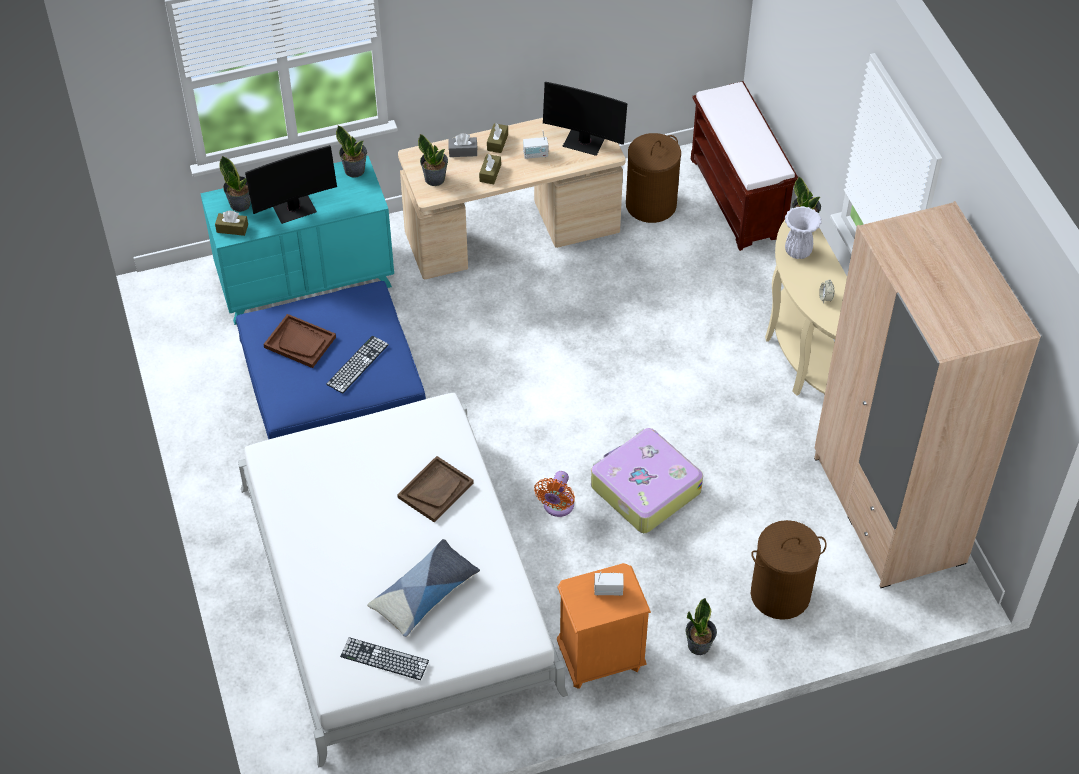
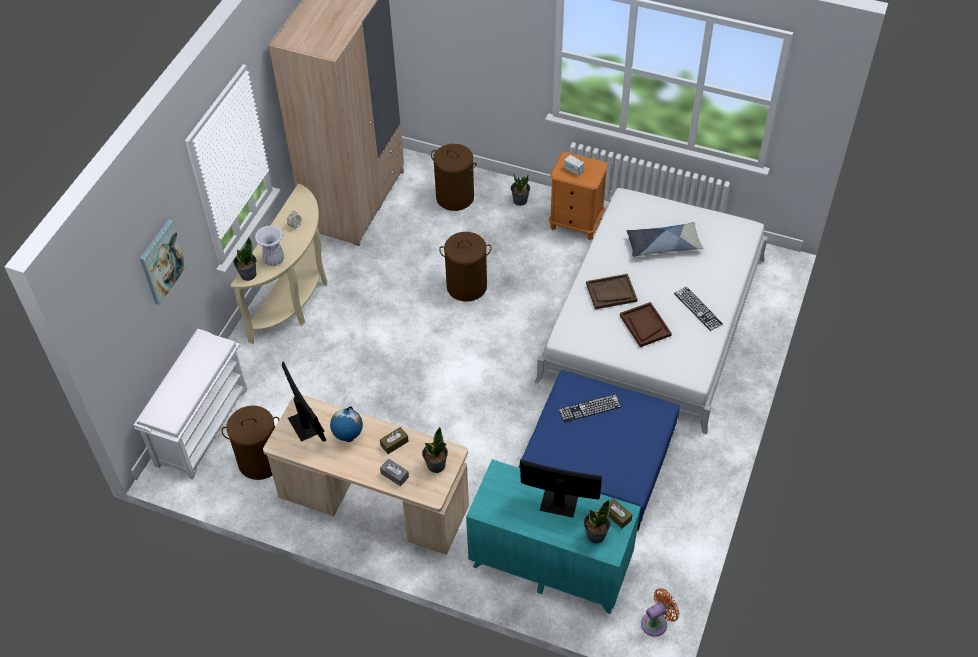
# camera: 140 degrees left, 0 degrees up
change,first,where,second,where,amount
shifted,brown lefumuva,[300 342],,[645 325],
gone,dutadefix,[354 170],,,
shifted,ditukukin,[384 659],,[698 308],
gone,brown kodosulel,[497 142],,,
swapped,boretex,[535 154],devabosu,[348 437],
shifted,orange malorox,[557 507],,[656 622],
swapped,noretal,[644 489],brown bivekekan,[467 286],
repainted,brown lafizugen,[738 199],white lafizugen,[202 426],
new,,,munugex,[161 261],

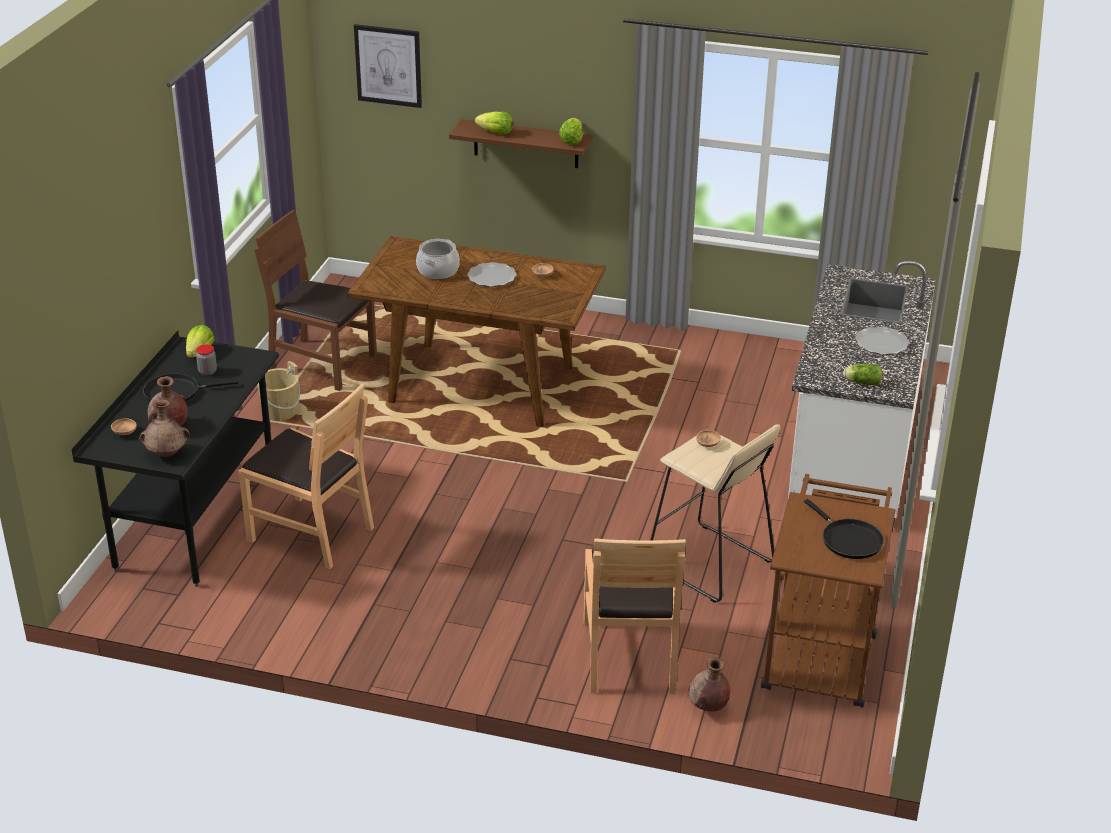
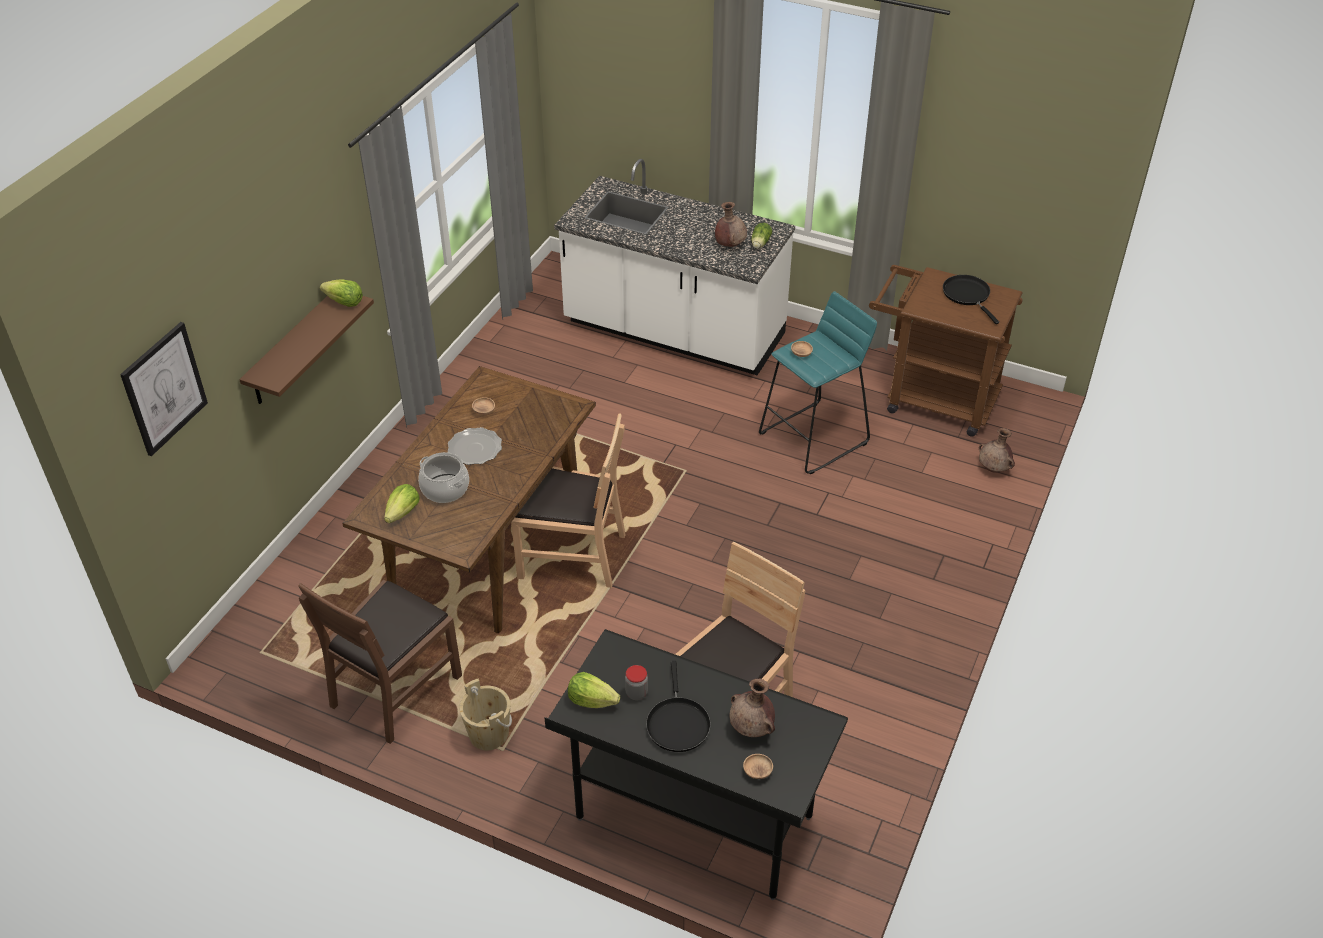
# camera: 80 degrees left, 10 degrees up
change,first,where,second,where,amount
shifted,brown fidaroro,[167 454],,[730 245],
shifted,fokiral,[496 133],,[403 513],
shifted,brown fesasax,[630 656],,[572 555],
repainted,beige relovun,[710 564],turquoise relovun,[814 438],
rotated,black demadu,[848 540],,[968 295],90 degrees counterclockwise
gone,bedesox,[881 343],,,

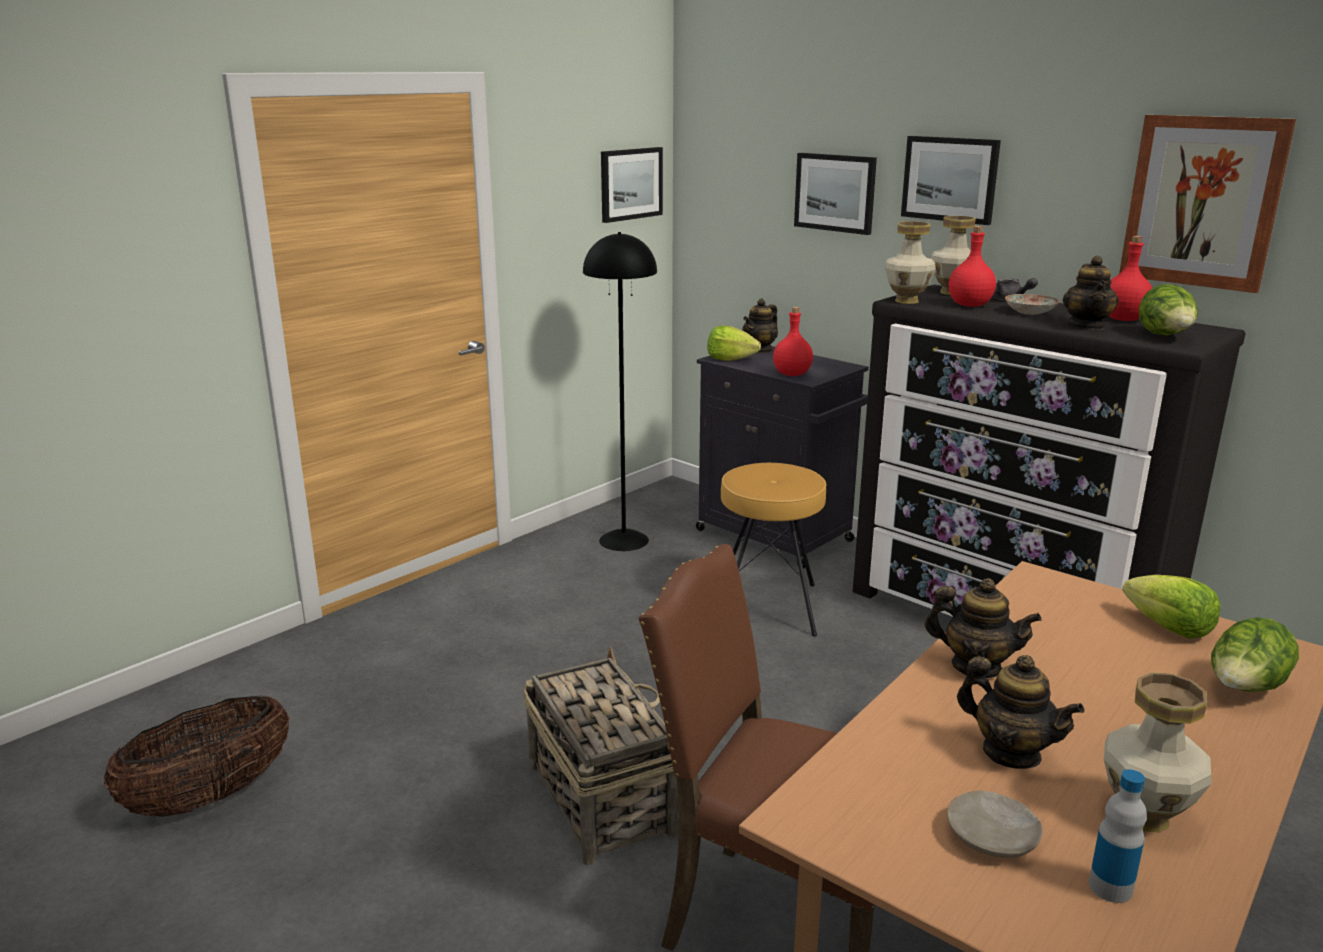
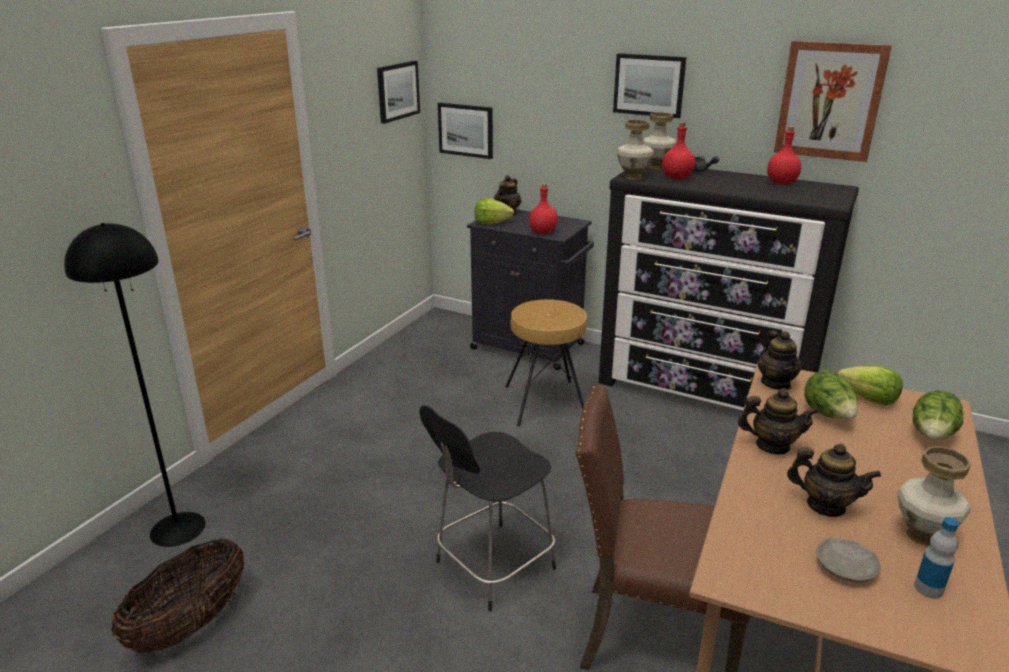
# camera: 15 degrees left, 5 degrees up
change,first,where,second,where,amount
swapped,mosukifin,[601 797],black relovun,[492 567],
shifted,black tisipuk,[624 540],,[178 528],
shifted,munugex,[835 192],,[466 130],
gone,bedesox,[1030 312],,,
shifted,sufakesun,[1086 326],,[776 383],
shifted,fokiral,[1165 336],,[828 415],

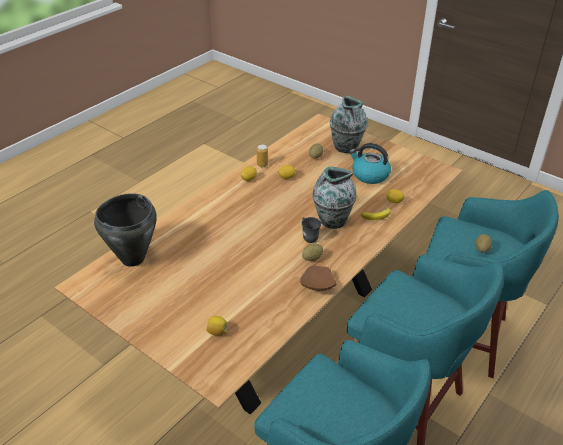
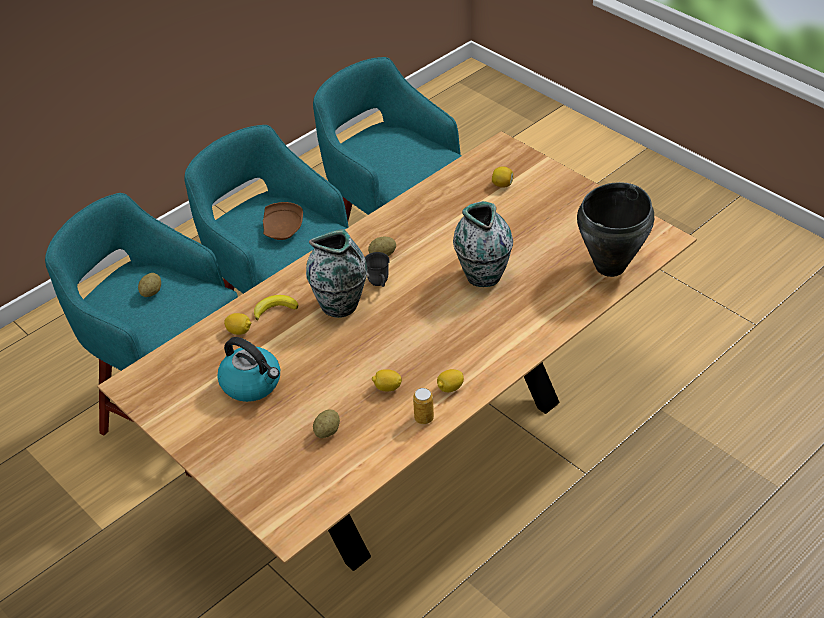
# camera: 170 degrees left, 5 degrees up
change,first,where,second,where,amount
shifted,brown bedesox,[317 285],,[283 229],
shifted,fidaroro,[346 147],,[483 274],

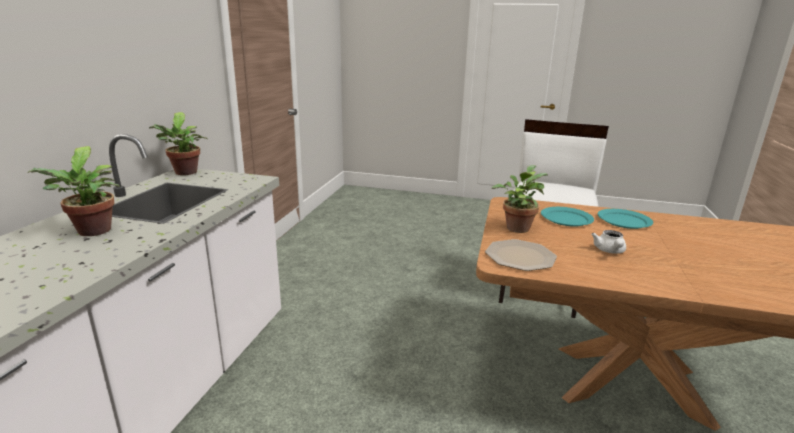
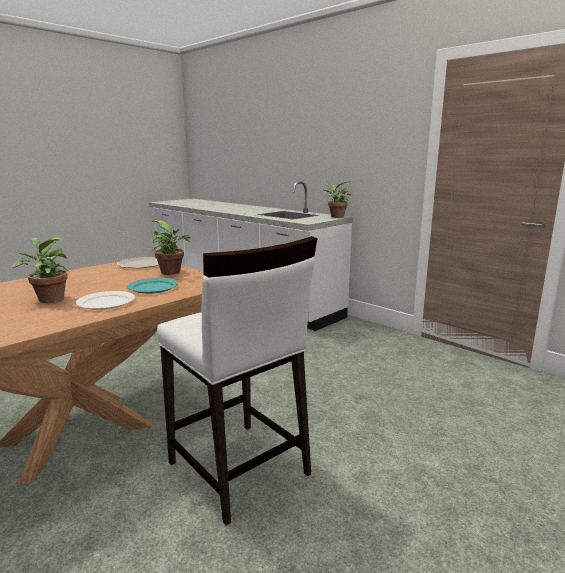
# camera: 120 degrees right, 5 degrees down
change,first,where,second,where,amount
shifted,dutadefix,[92 232],,[49 299],
gone,white sufakesun,[609 251],,,
repainted,turquoise bedesox,[624 221],white bedesox,[106 302],

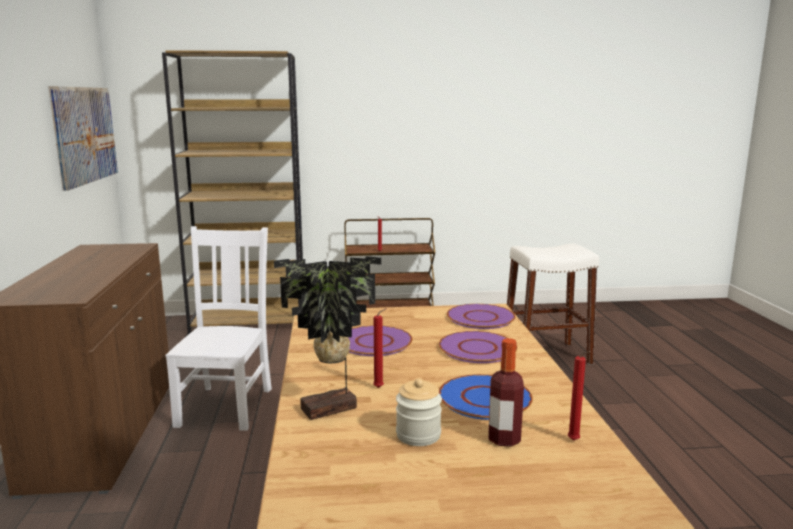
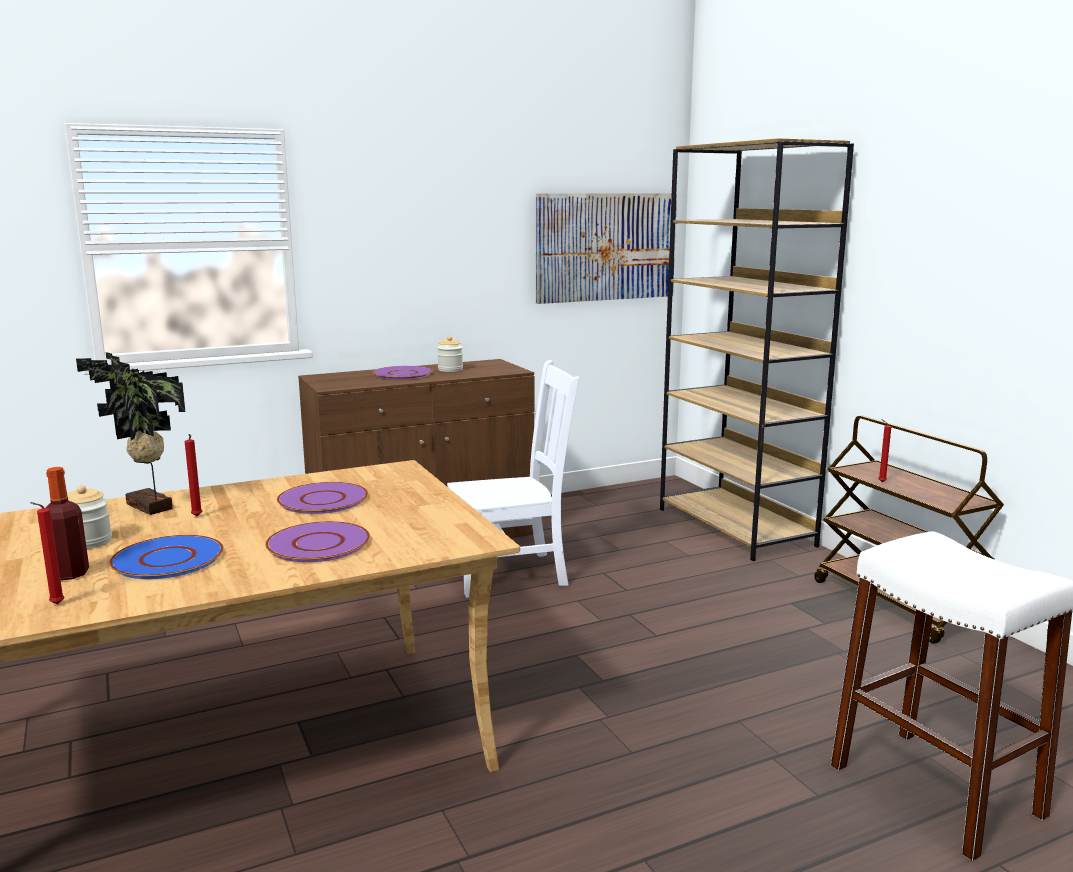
# camera: 70 degrees right, 0 degrees up
change,first,where,second,where,amount
shifted,purple bedesox,[480 317],,[403 374],
new,,,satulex,[450 370],

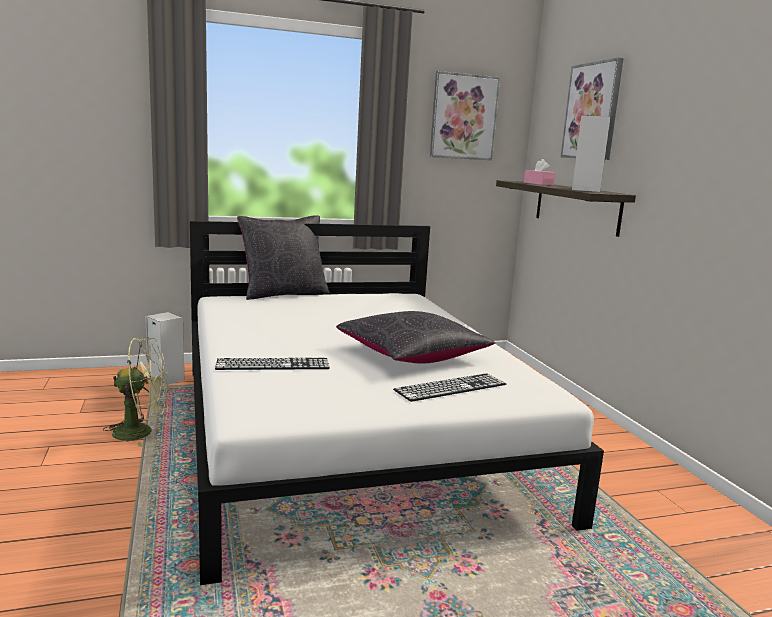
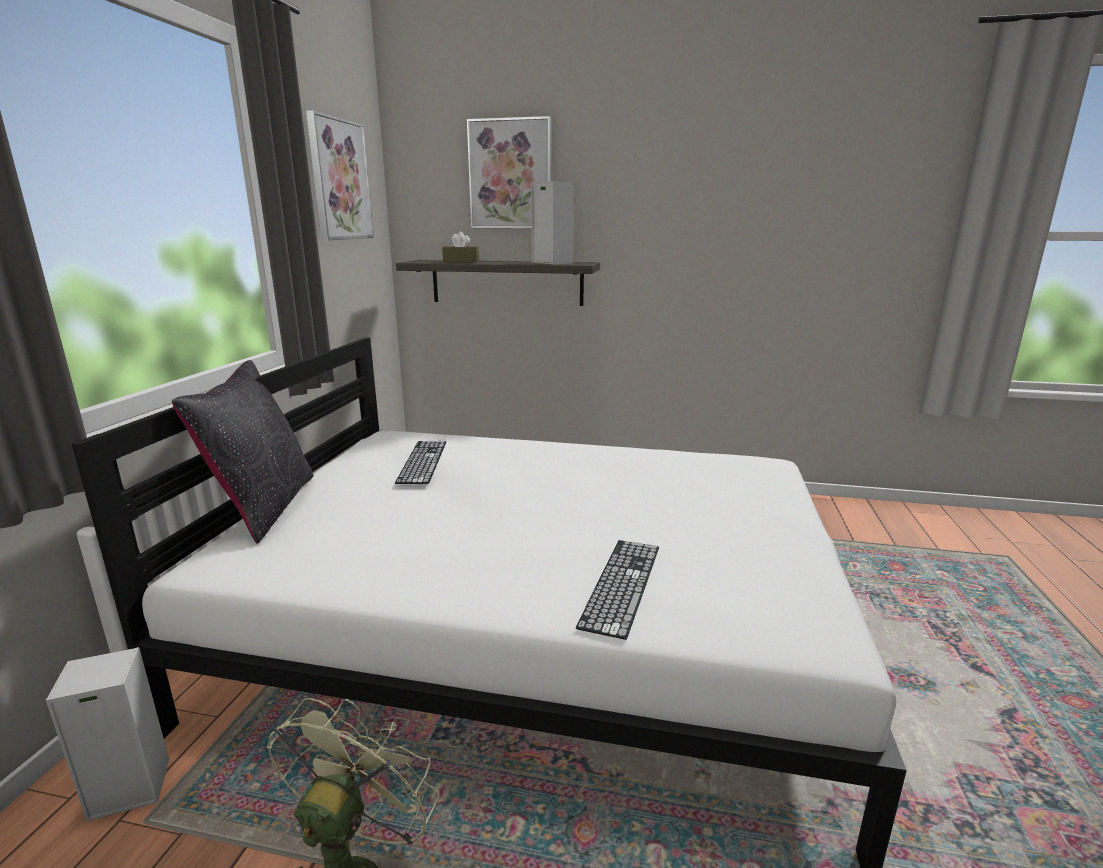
# camera: 60 degrees left, 5 degrees up
change,first,where,second,where,amount
gone,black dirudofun,[412 354],,,
shifted,ditukukin,[451 387],,[423 461],
repainted,pink kodosulel,[538 183],brown kodosulel,[461 261],

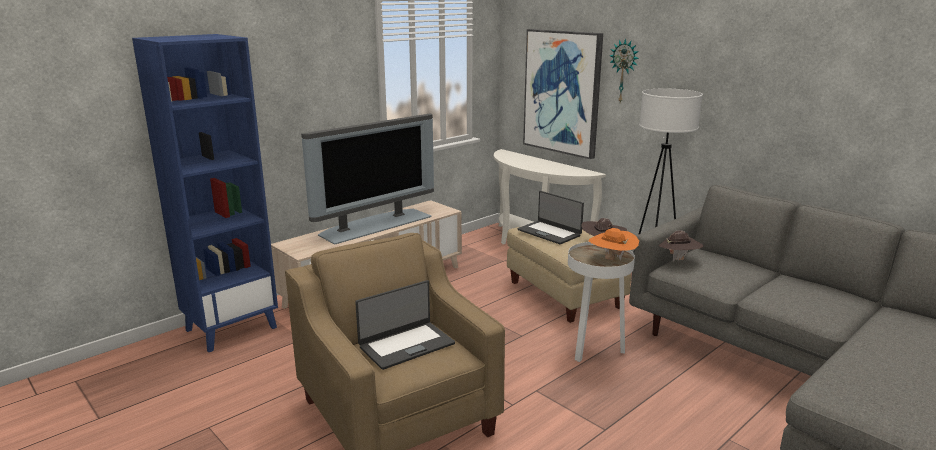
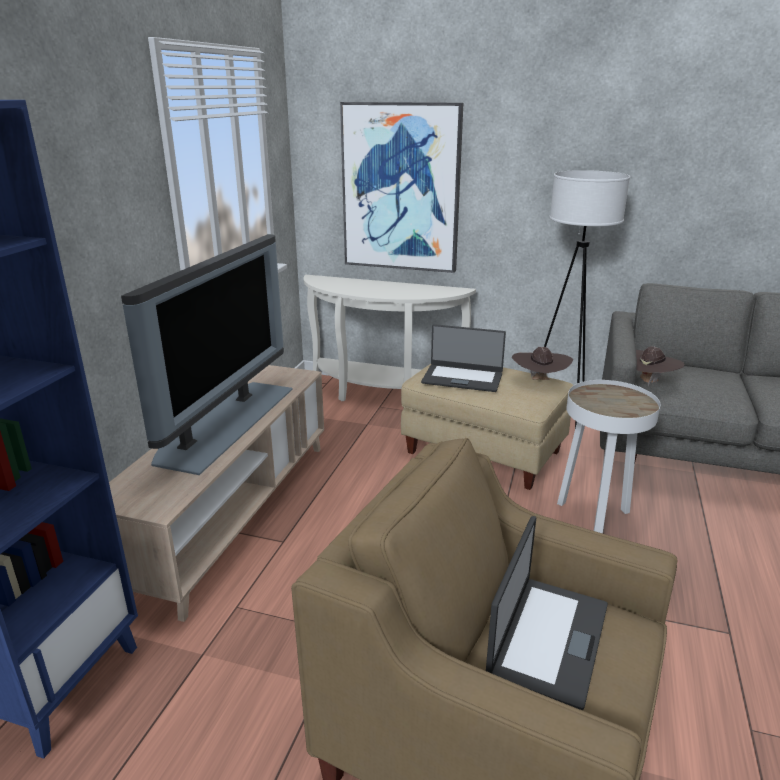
# camera: 30 degrees left, 5 degrees up
change,first,where,second,where,amount
gone,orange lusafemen,[611 259],,,
gone,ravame,[624 71],,,

